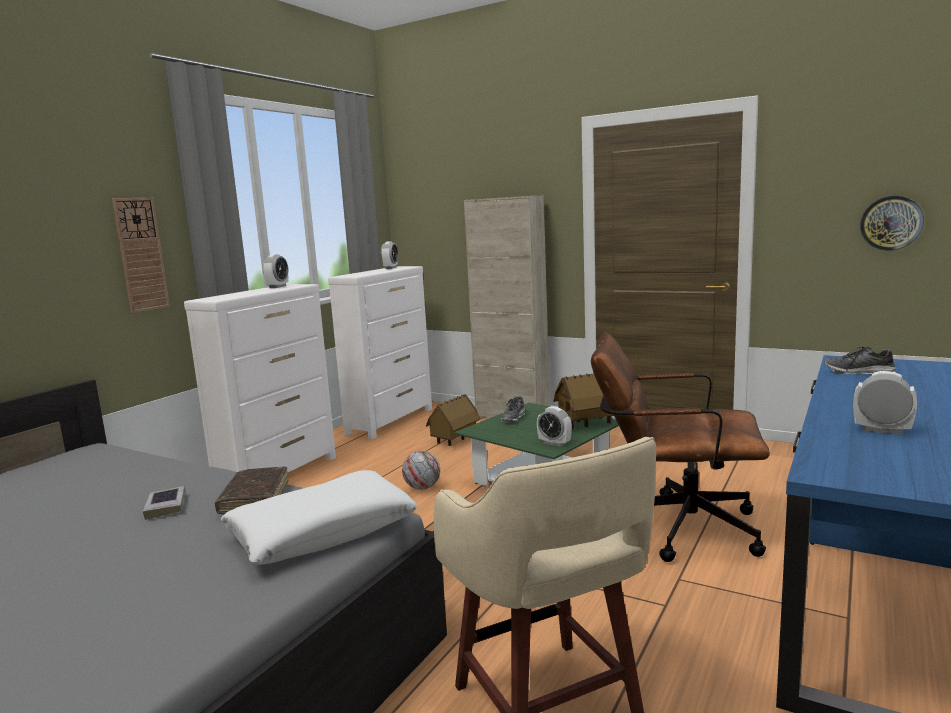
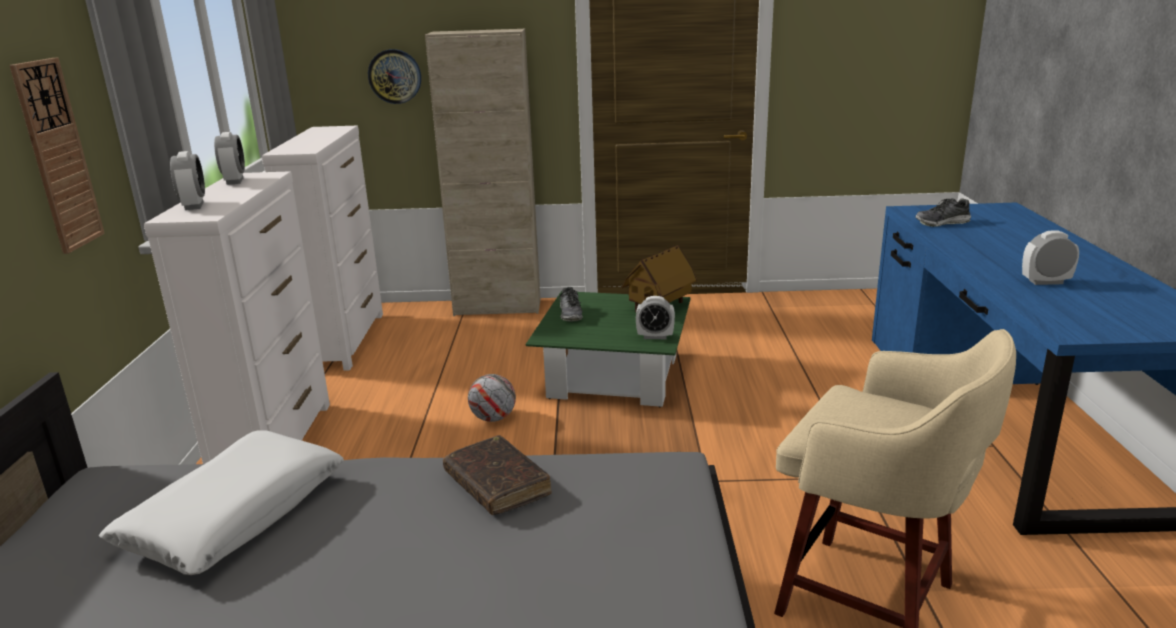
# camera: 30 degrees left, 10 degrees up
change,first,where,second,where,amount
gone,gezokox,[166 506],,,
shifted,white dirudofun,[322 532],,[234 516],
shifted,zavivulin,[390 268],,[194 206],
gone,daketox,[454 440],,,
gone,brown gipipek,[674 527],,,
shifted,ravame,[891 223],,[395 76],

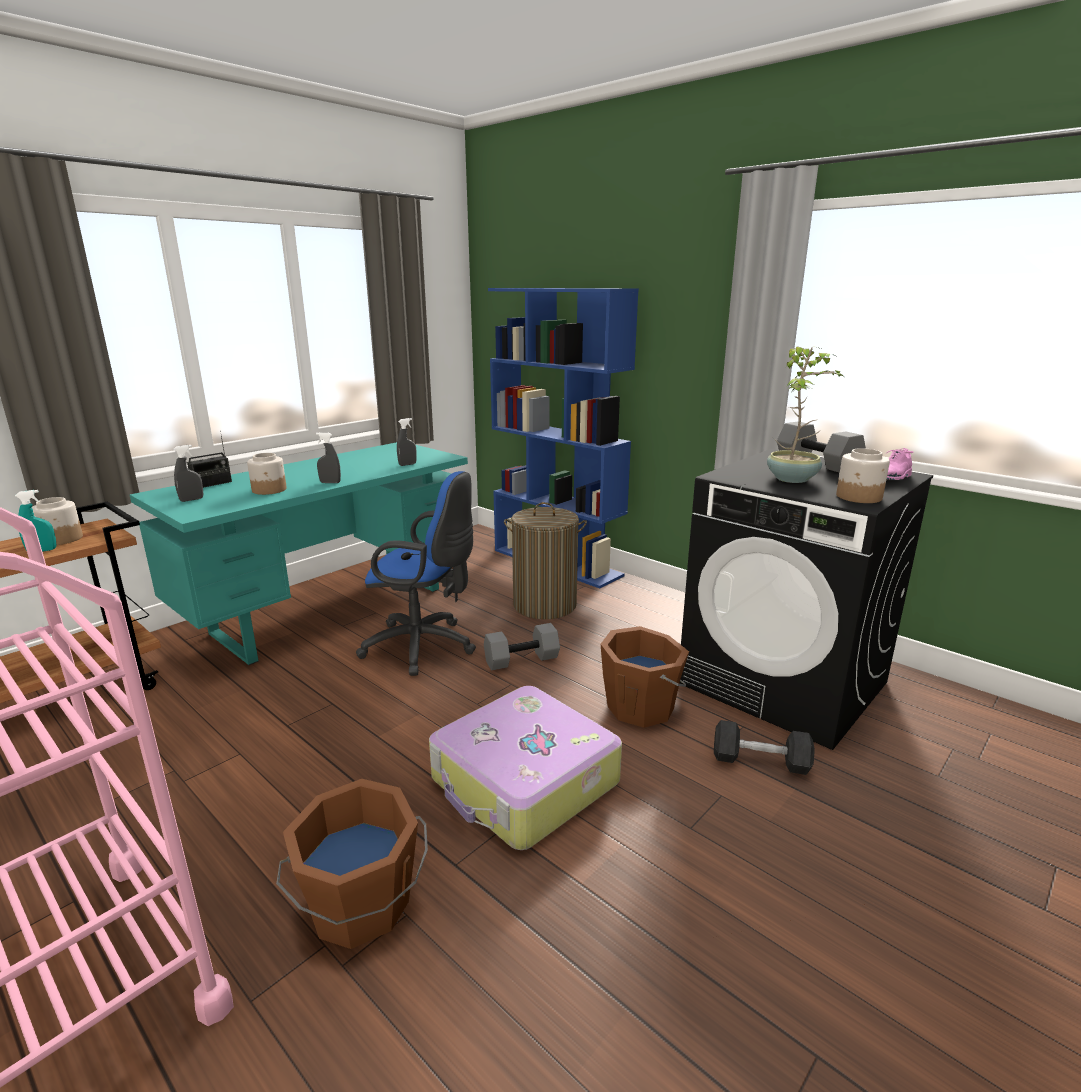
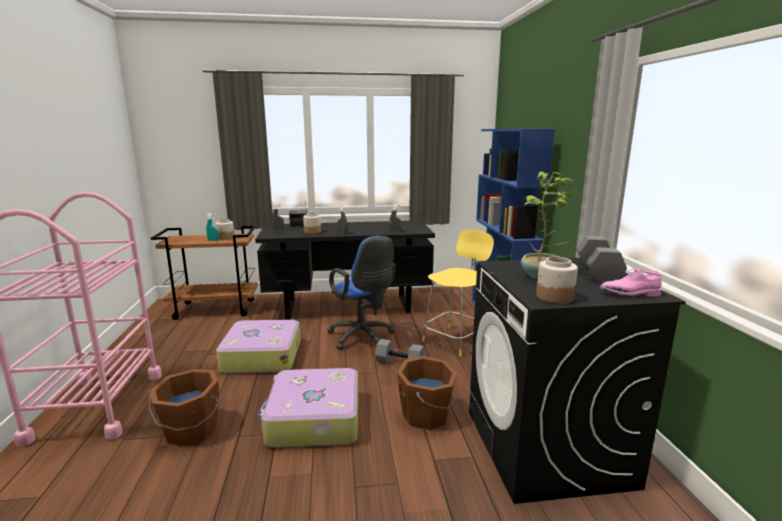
# camera: 40 degrees right, 5 degrees down
change,first,where,second,where,amount
repainted,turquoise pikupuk,[331 610],black pikupuk,[348 307],
swapped,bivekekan,[545 605],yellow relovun,[456 340],
gone,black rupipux,[760 761],,,
new,,,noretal,[262 356],

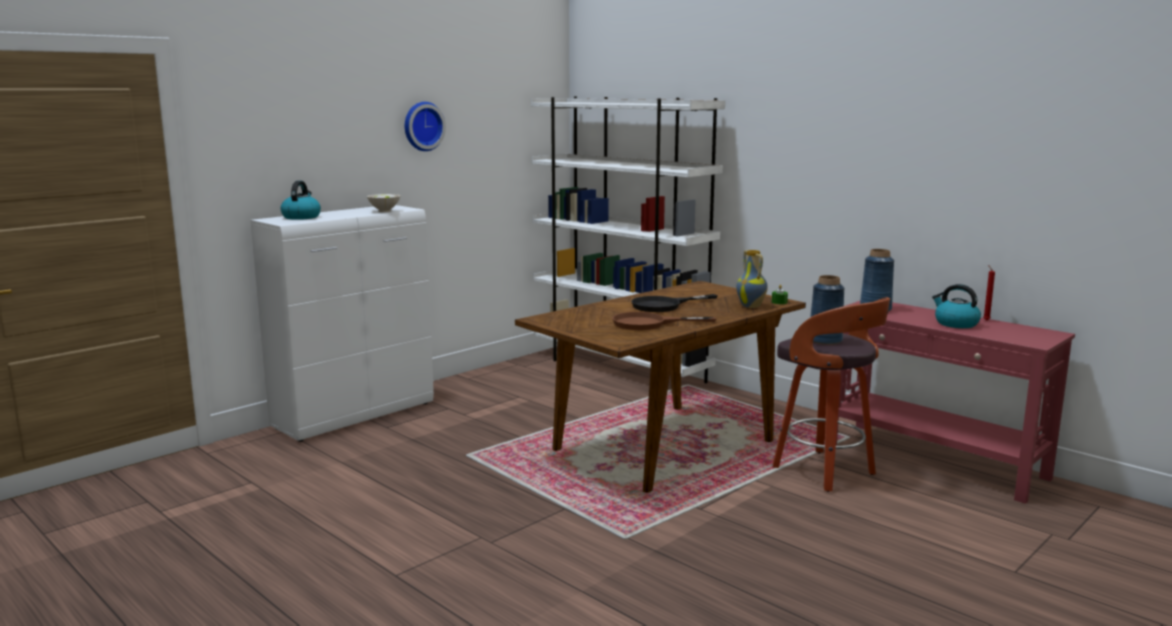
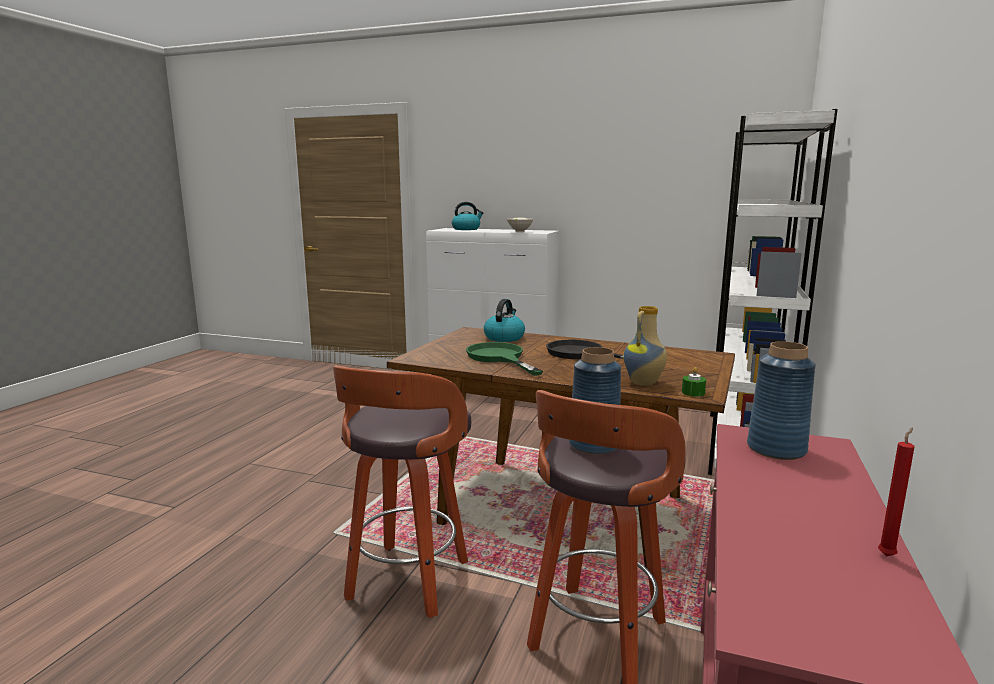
# camera: 65 degrees right, 0 degrees up
change,first,where,second,where,amount
gone,ravame,[422 126],,,
repainted,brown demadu,[649 323],green demadu,[499 358],
shifted,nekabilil,[955 324],,[504 337],
new,,,relovun,[407 582],

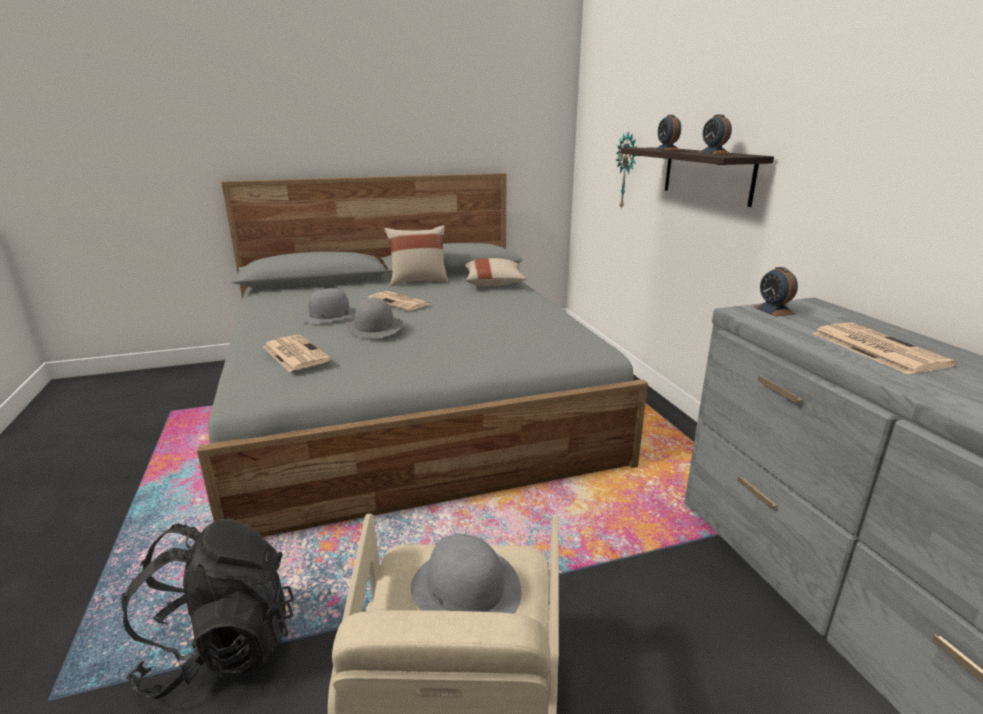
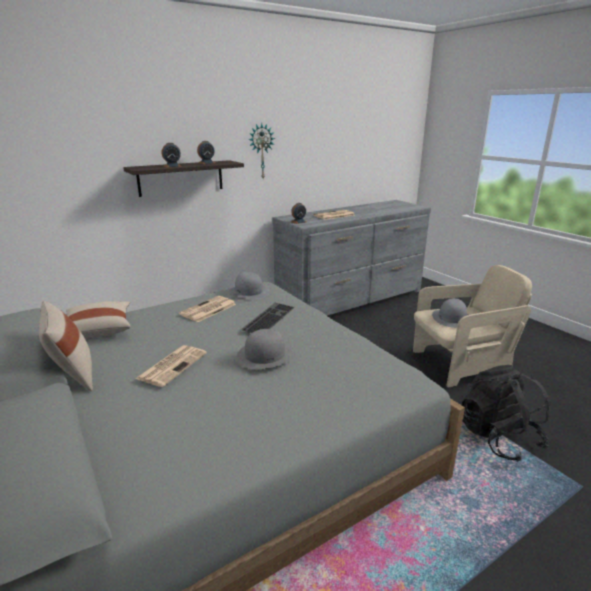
# camera: 105 degrees left, 0 degrees up
change,first,where,second,where,amount
shifted,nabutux,[294 353],,[208 309],
shifted,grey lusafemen,[329 315],,[249 291],
shifted,ravame,[627 171],,[261 151],
new,,,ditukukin,[268 318],

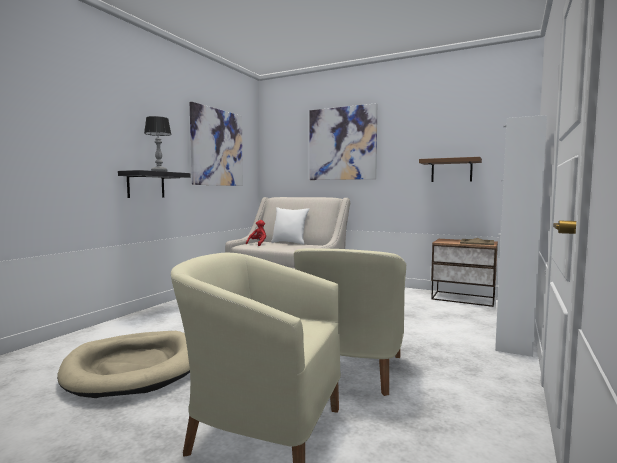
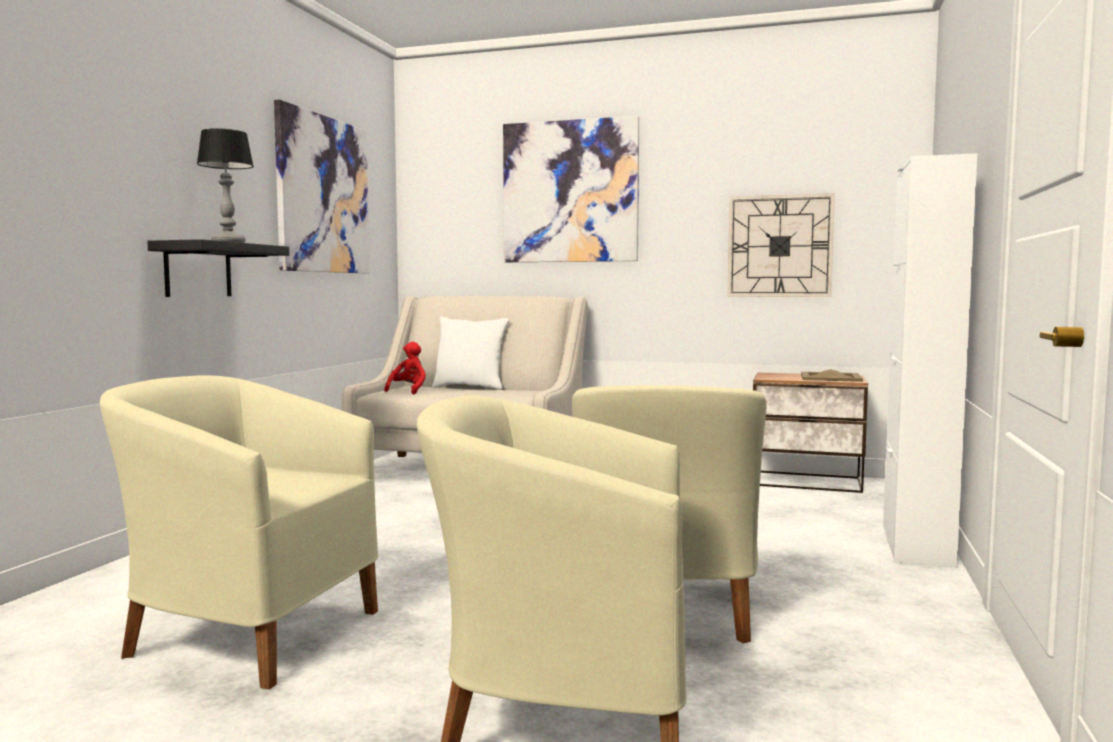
# camera: 10 degrees left, 0 degrees up
change,first,where,second,where,amount
swapped,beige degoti,[133 367],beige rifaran,[249 633],
swapped,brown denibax,[451 170],ravame,[779 246],

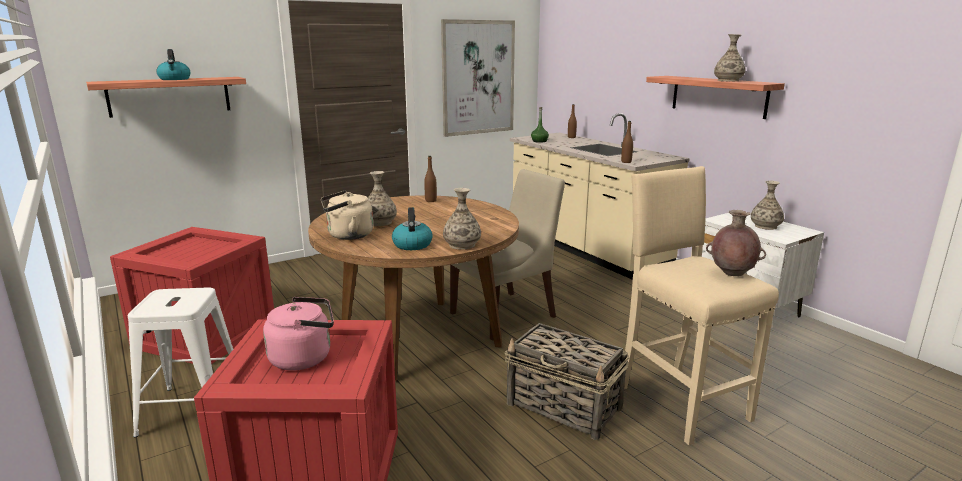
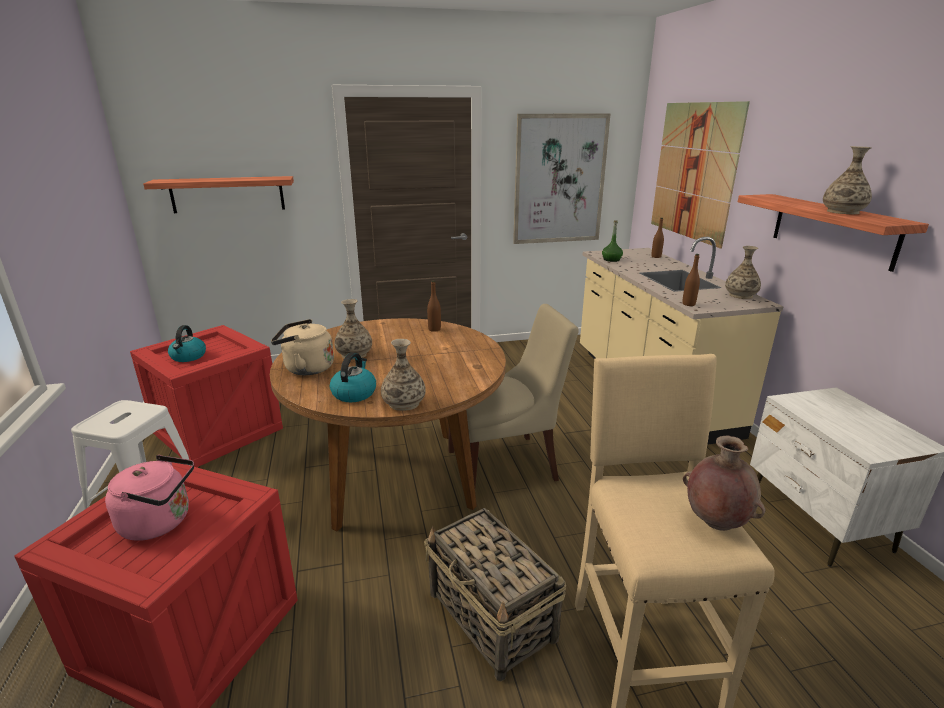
# camera: 20 degrees right, 5 degrees up
change,first,where,second,where,amount
shifted,nekabilil,[175 79],,[188 357],
shifted,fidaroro,[765 226],,[740 295],
new,,,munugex,[693 171],

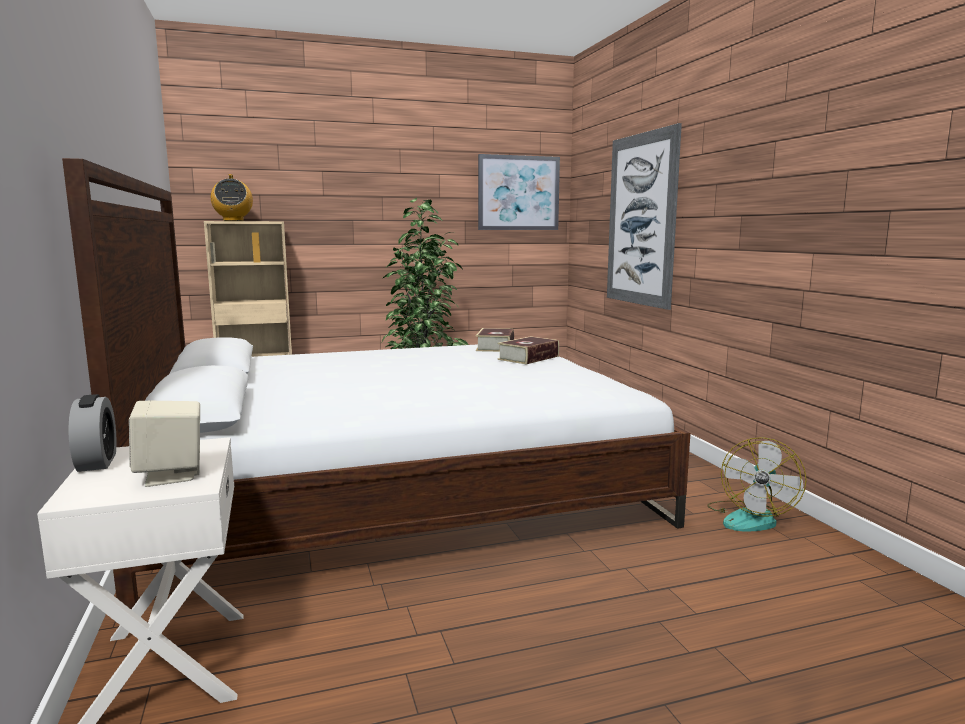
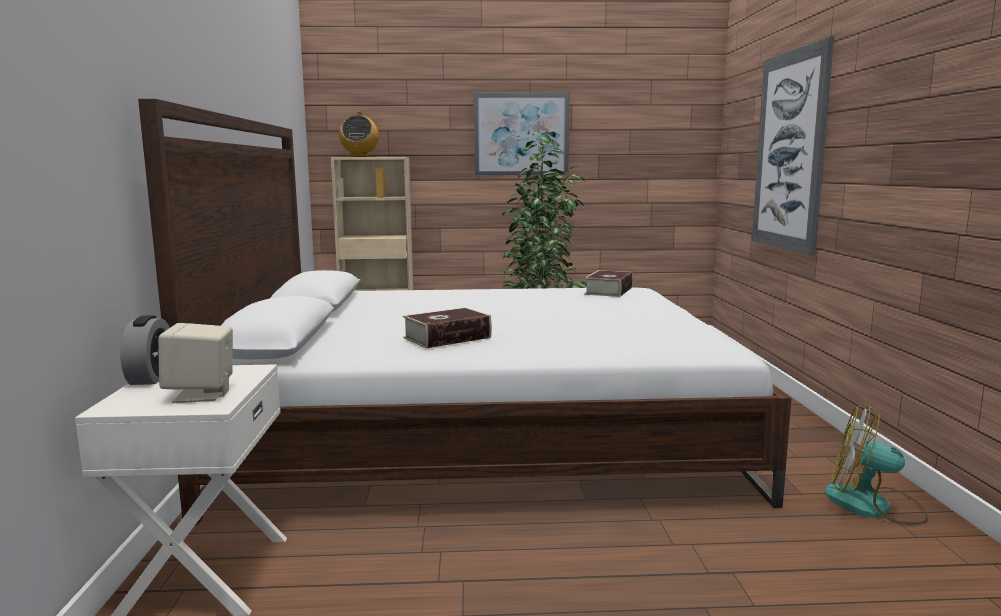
# camera: 15 degrees right, 0 degrees up
change,first,where,second,where,amount
shifted,munugex,[518 193],,[521 134],
shifted,gezokox,[528 358],,[447 338],
rotated,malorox,[750 517],,[873 506],75 degrees clockwise

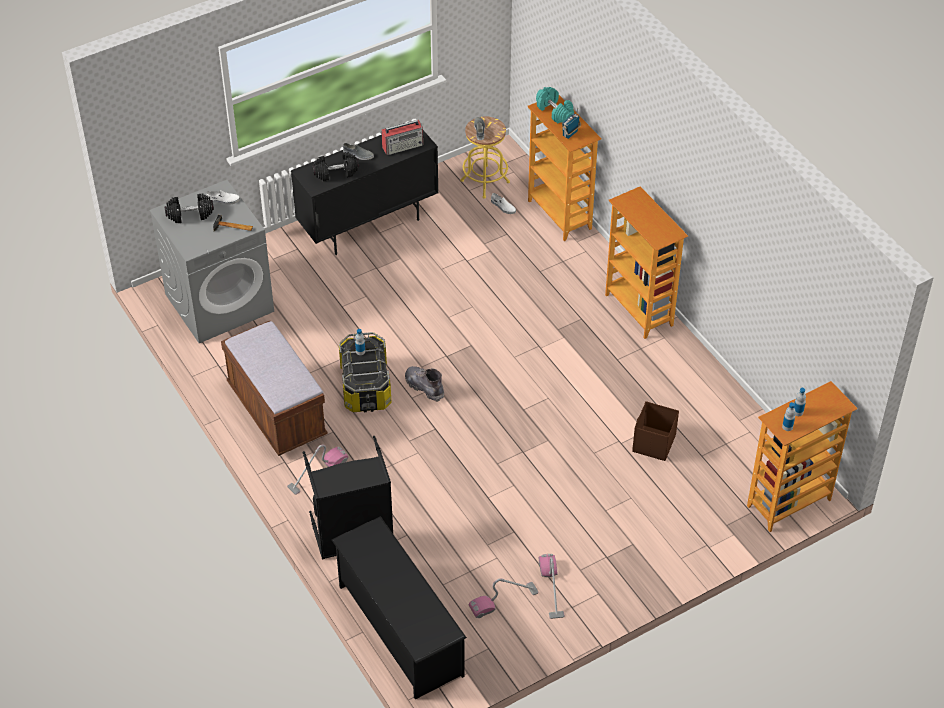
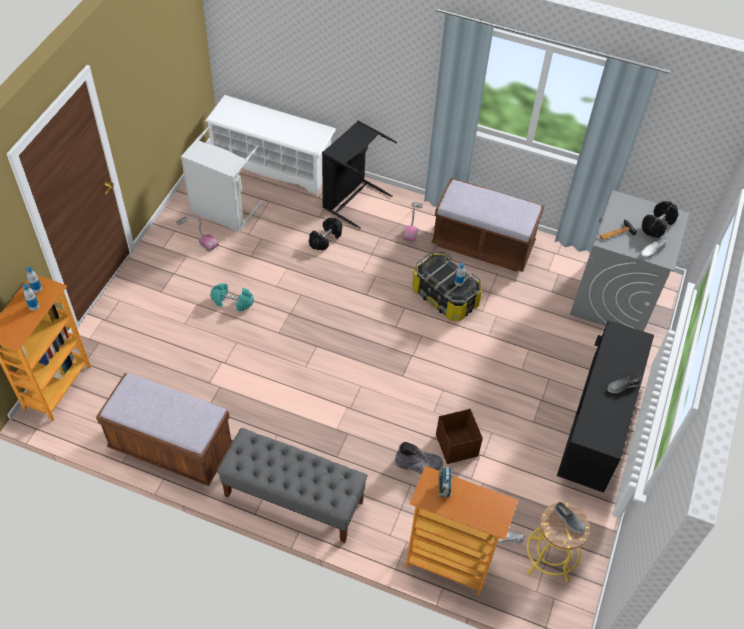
# camera: 140 degrees right, 5 degrees up
change,first,where,second,where,amount
shifted,black rupipux,[336 173],,[325 239],
repainted,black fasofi,[399 629],white fasofi,[273 165],
gone,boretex,[403 146],,,
shifted,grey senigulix,[424 387],,[418 465],
swapped,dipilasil,[503 600],grey bivekekan,[222 212],
shifted,turquoise rupipux,[555 112],,[232 302],
swapped,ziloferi,[639 310],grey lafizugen,[293 498],
shifted,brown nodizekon,[653 444],,[456 445],
new,,,brown lafizugen,[171 448],

